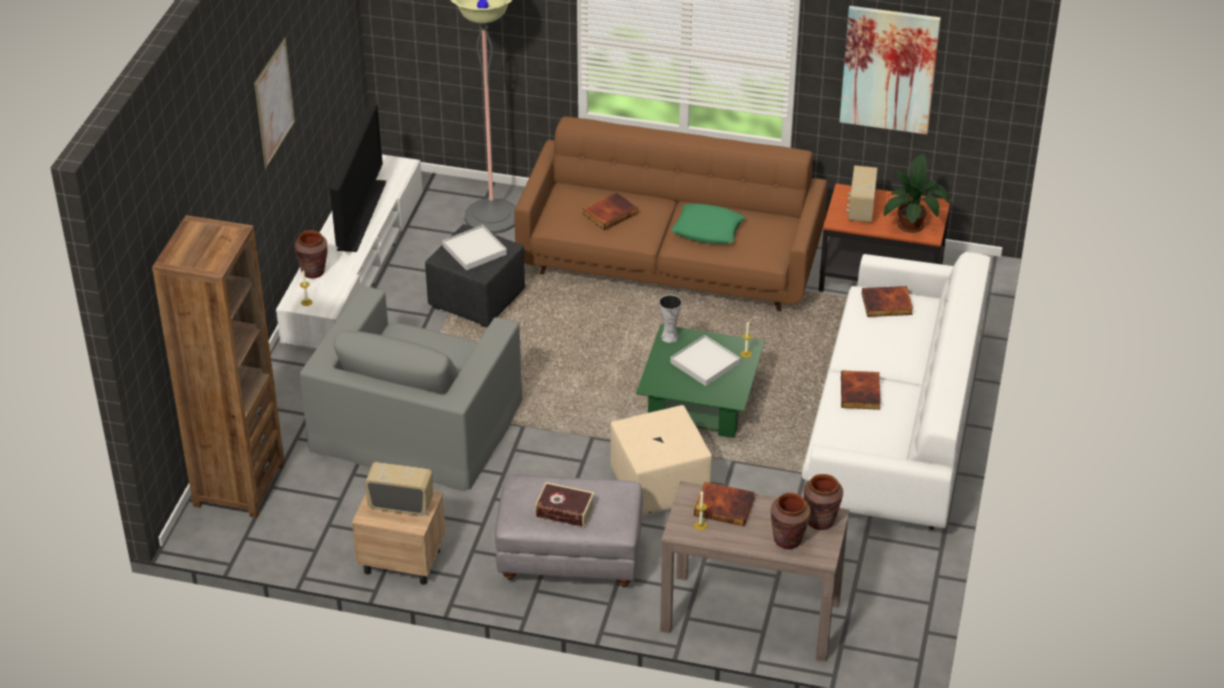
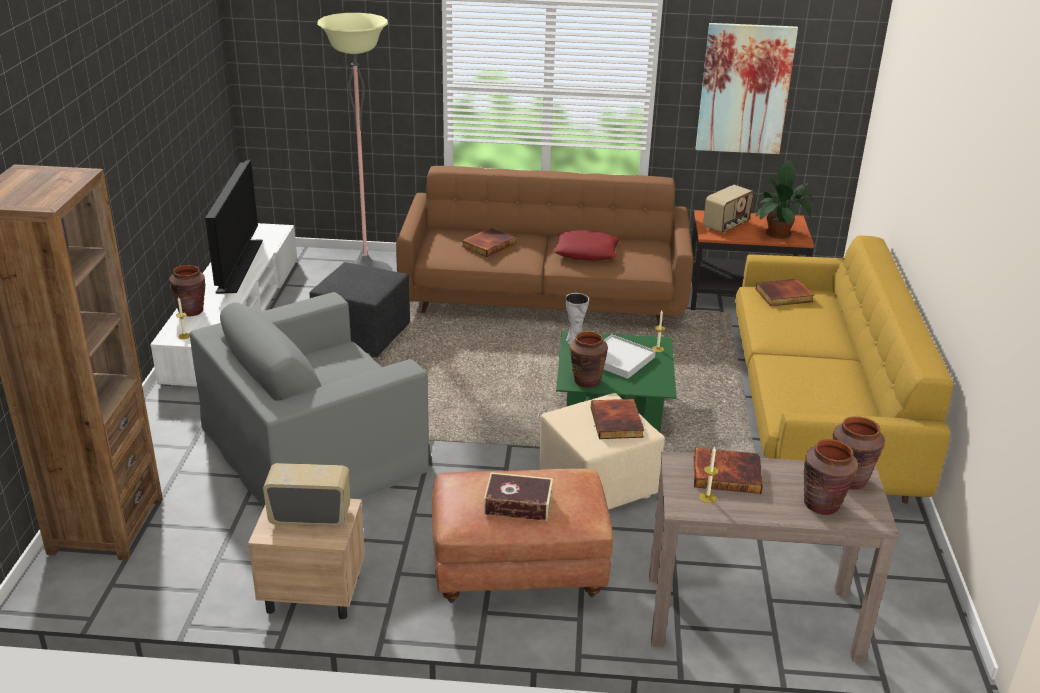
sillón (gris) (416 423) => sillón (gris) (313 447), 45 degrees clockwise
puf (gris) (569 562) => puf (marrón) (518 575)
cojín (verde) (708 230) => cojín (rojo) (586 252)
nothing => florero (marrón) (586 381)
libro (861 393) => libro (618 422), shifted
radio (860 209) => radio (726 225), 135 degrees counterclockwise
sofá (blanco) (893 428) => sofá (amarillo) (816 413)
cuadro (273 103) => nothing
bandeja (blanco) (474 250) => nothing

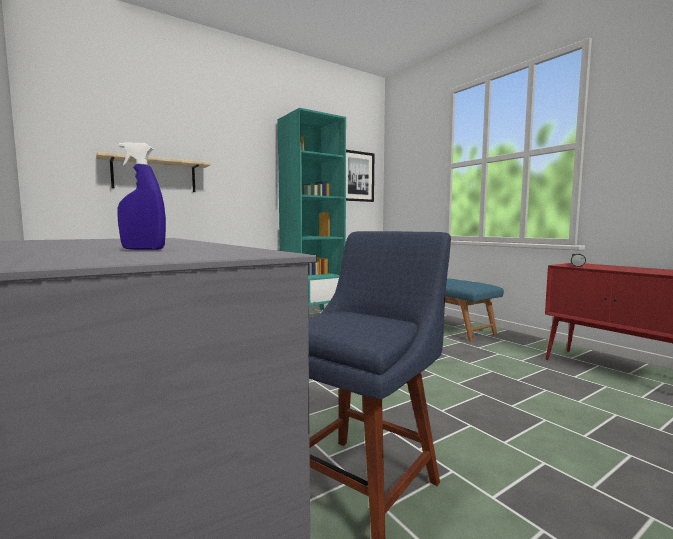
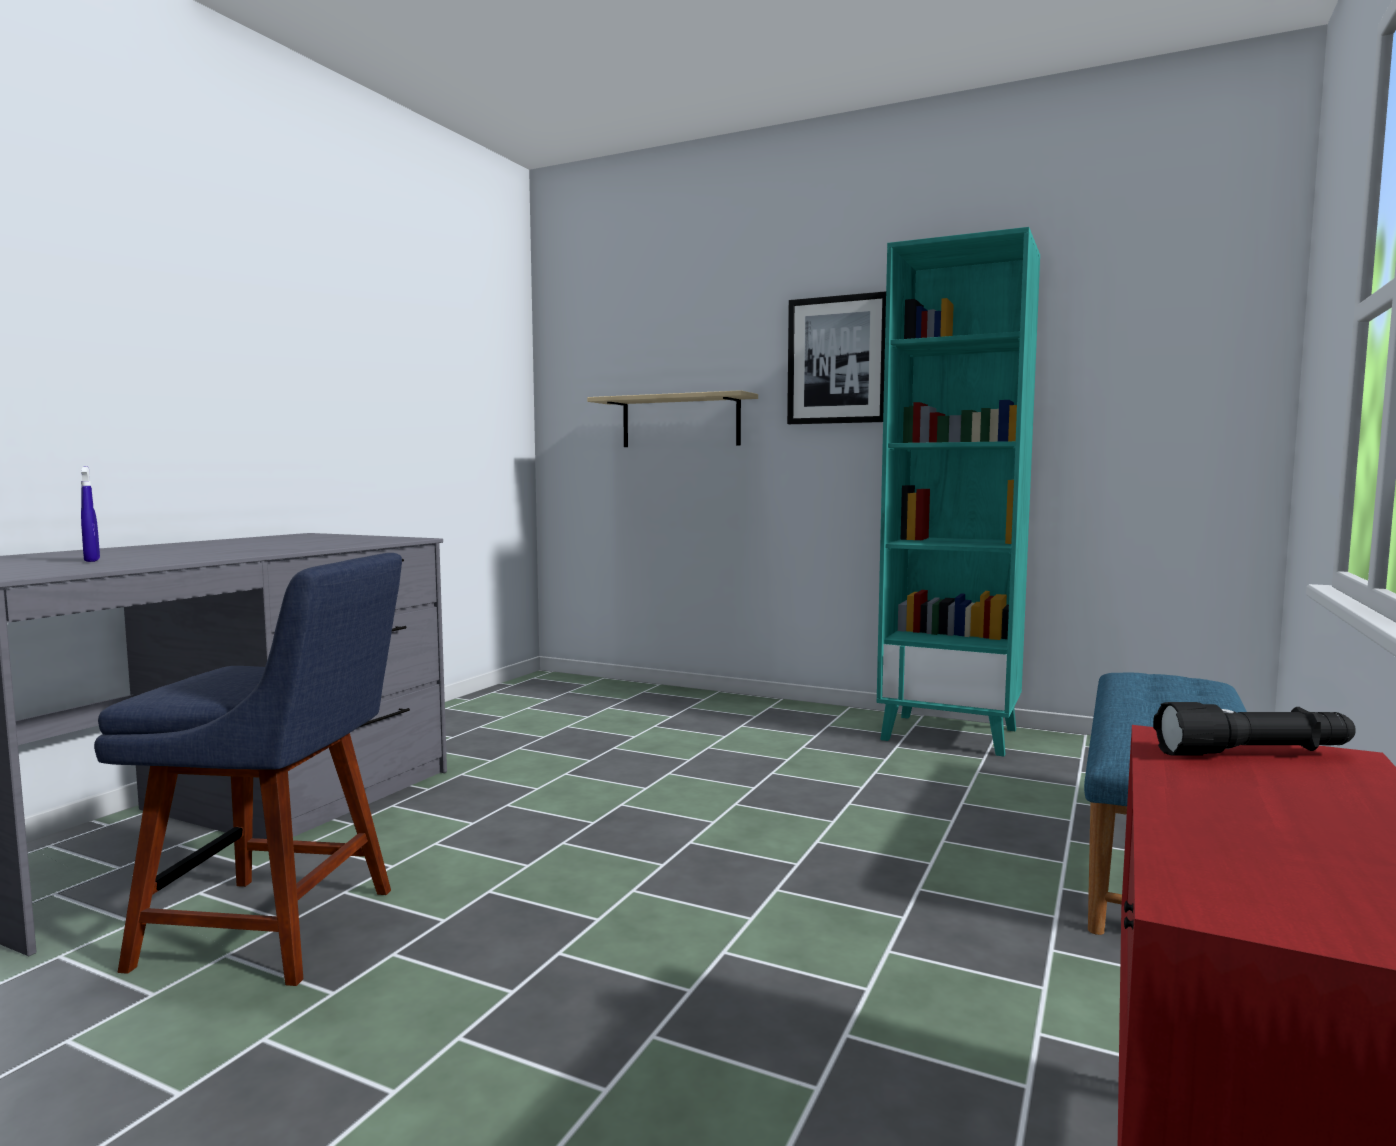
cuadro (357 176) => cuadro (837 360), shifted

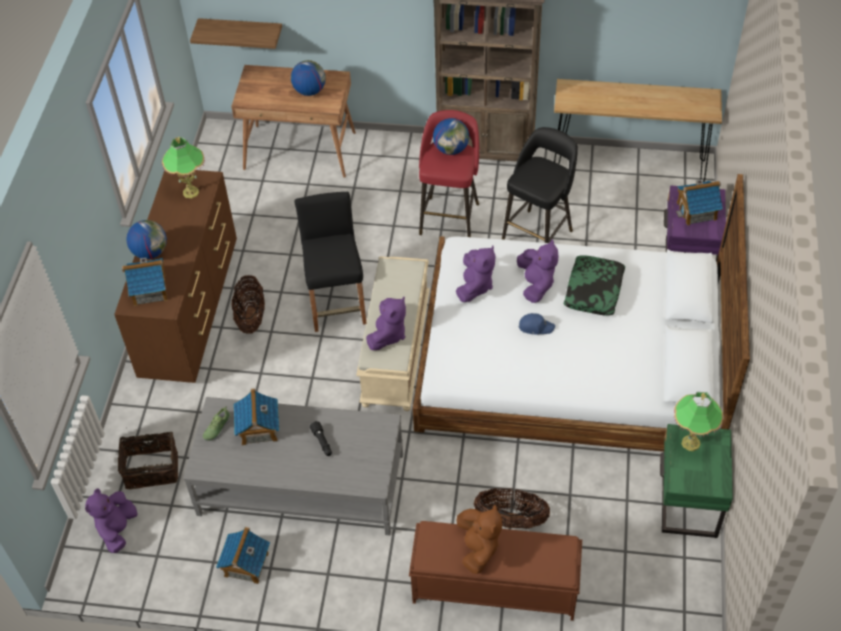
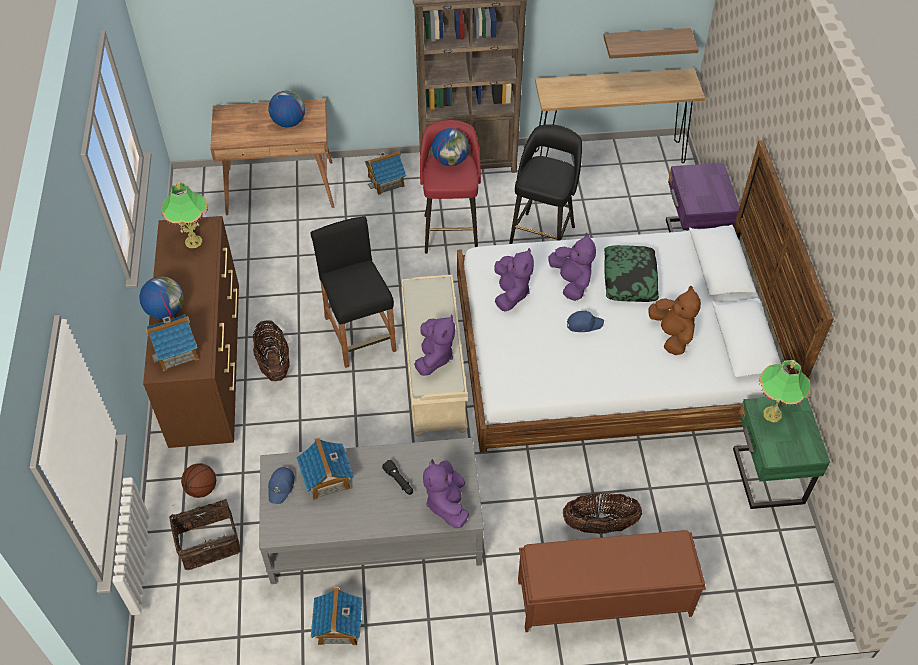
nothing => balón de baloncesto (202 488)
zapato (217 428) => gorra (azul) (281 487)
casita (697 211) => casita (386 181), shifted
peluche (morado) (117 529) => peluche (morado) (447 503), shifted
estante (241 31) => estante (645 42), shifted
peluche (marrón) (478 548) => peluche (marrón) (671 335), shifted

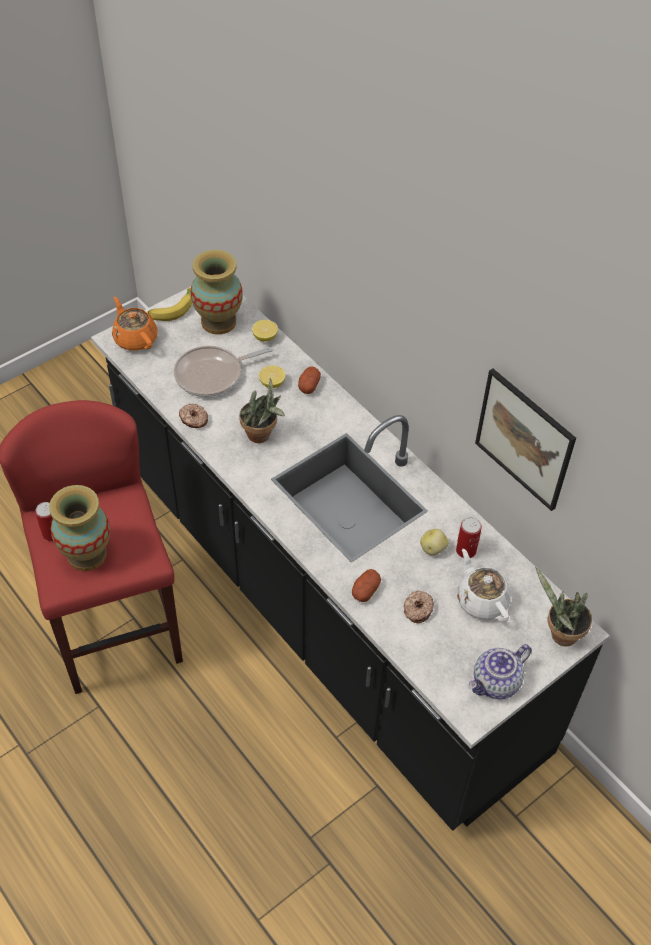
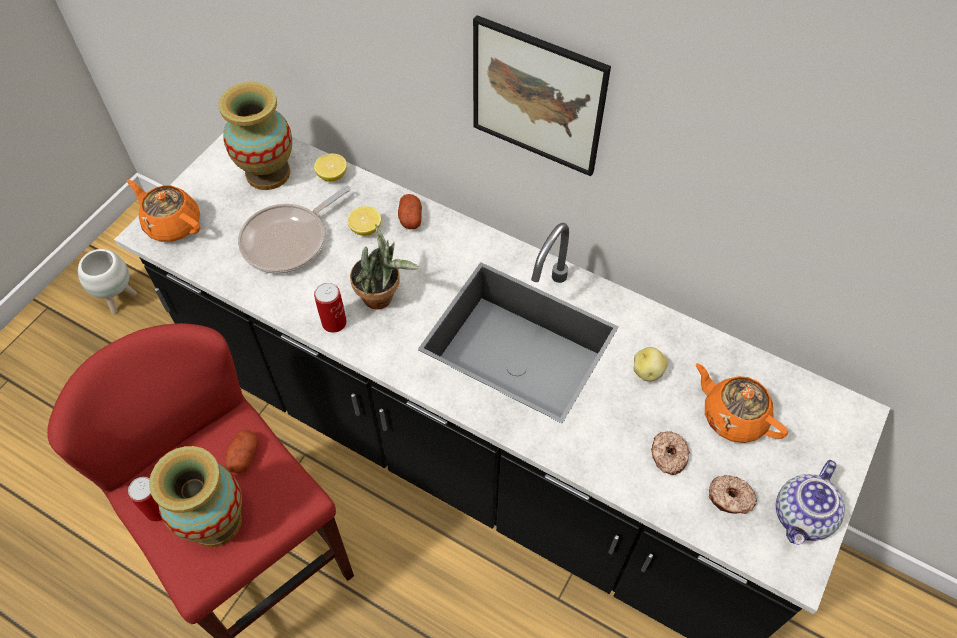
nothing => maceta (blanco) (119 299)
patata (365 590) => patata (243 456), shifted
lata (466 550) => lata (334 322), shifted
cuadro (524 439) => cuadro (537 97), shifted
tetera (blanco) (481 600) => tetera (naranja) (732 416)
rosquilla (194 419) => rosquilla (730 498), shifted
plátano (172 309) => nothing
planta en maceta (559 634) => nothing

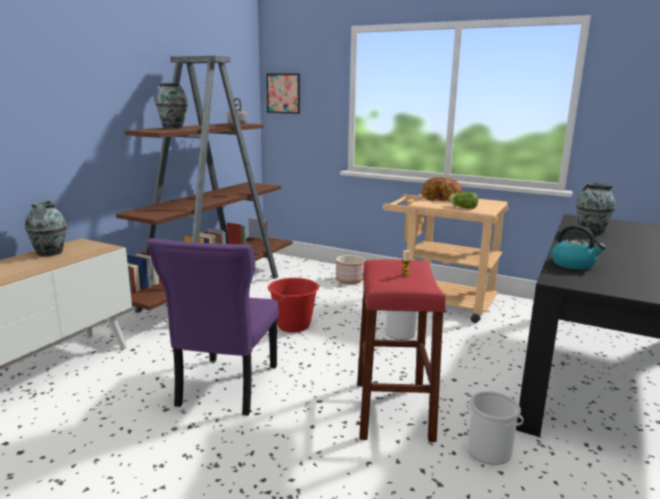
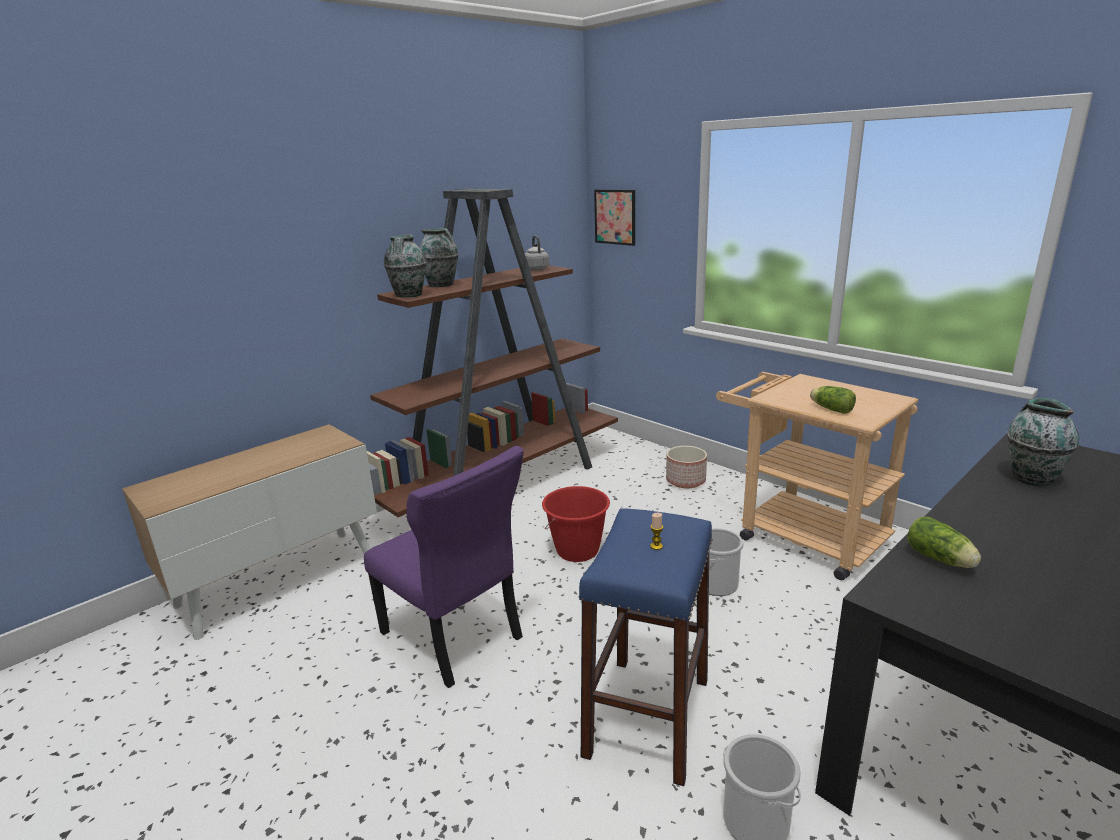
silla (morado) (226 388) => silla (morado) (454 638), 75 degrees counterclockwise
florero (50 253) => florero (409 295), shifted
taburete (rojo) (393 410) => taburete (azul) (647 717)
hervidor (573 264) => lechuga (941 560)
pan (442 198) => nothing

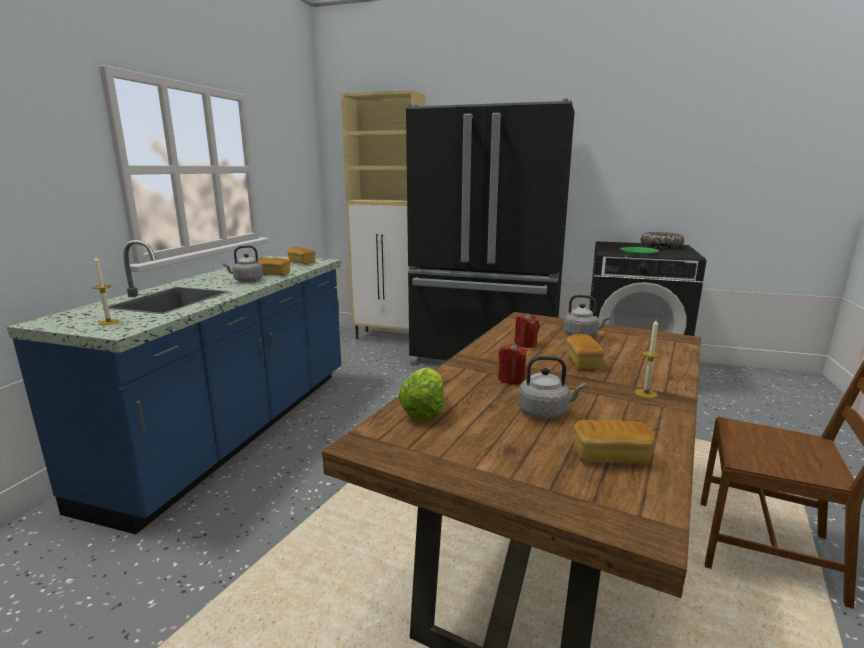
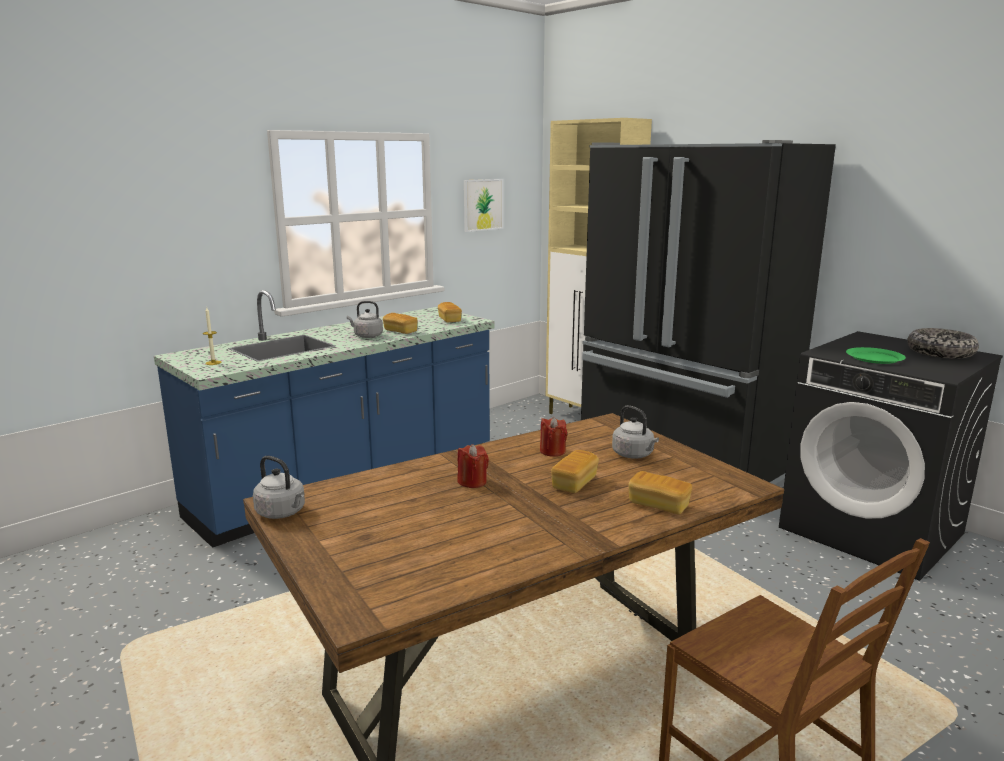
hervidor (gris) (545 412) => hervidor (gris) (282 513), shifted
nothing => cuadro (483 205)
pan (610 457) => pan (658 505), shifted
lechuga (423 411) => nothing
vela (645 393) => nothing

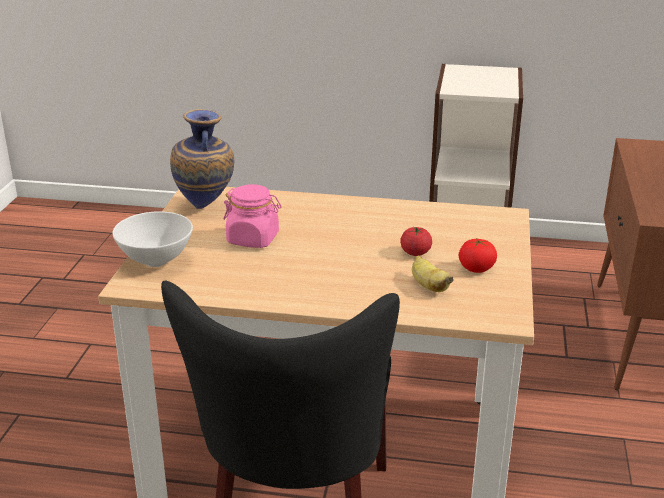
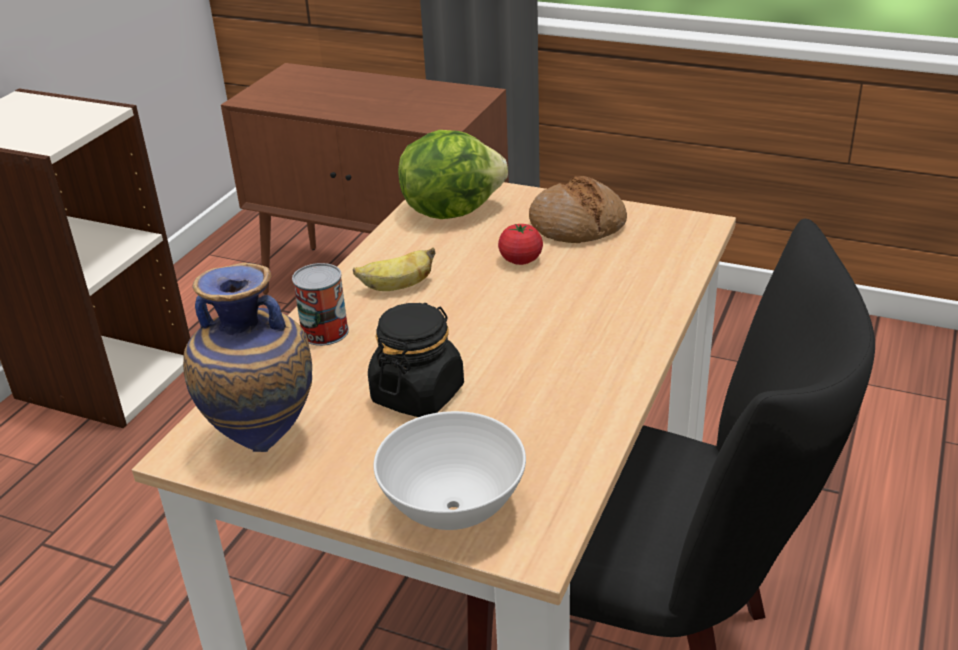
nothing => lata (325 332)
plátano (428 286) => plátano (397 287), shifted
tarro (rosa) (253 239) => tarro (negro) (418 394)
nothing => lechuga (451 210)
tomate (476 268) => pan (577 225)

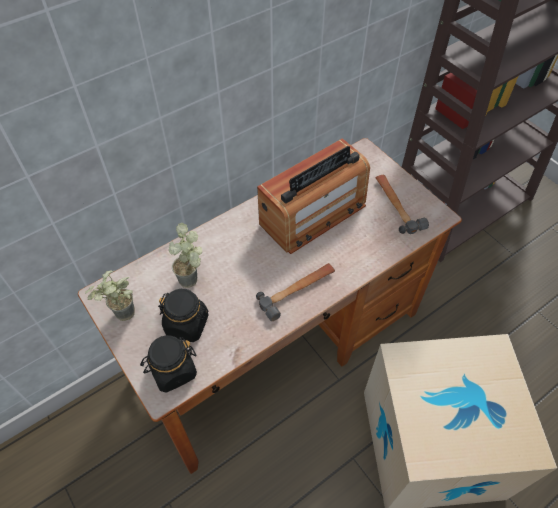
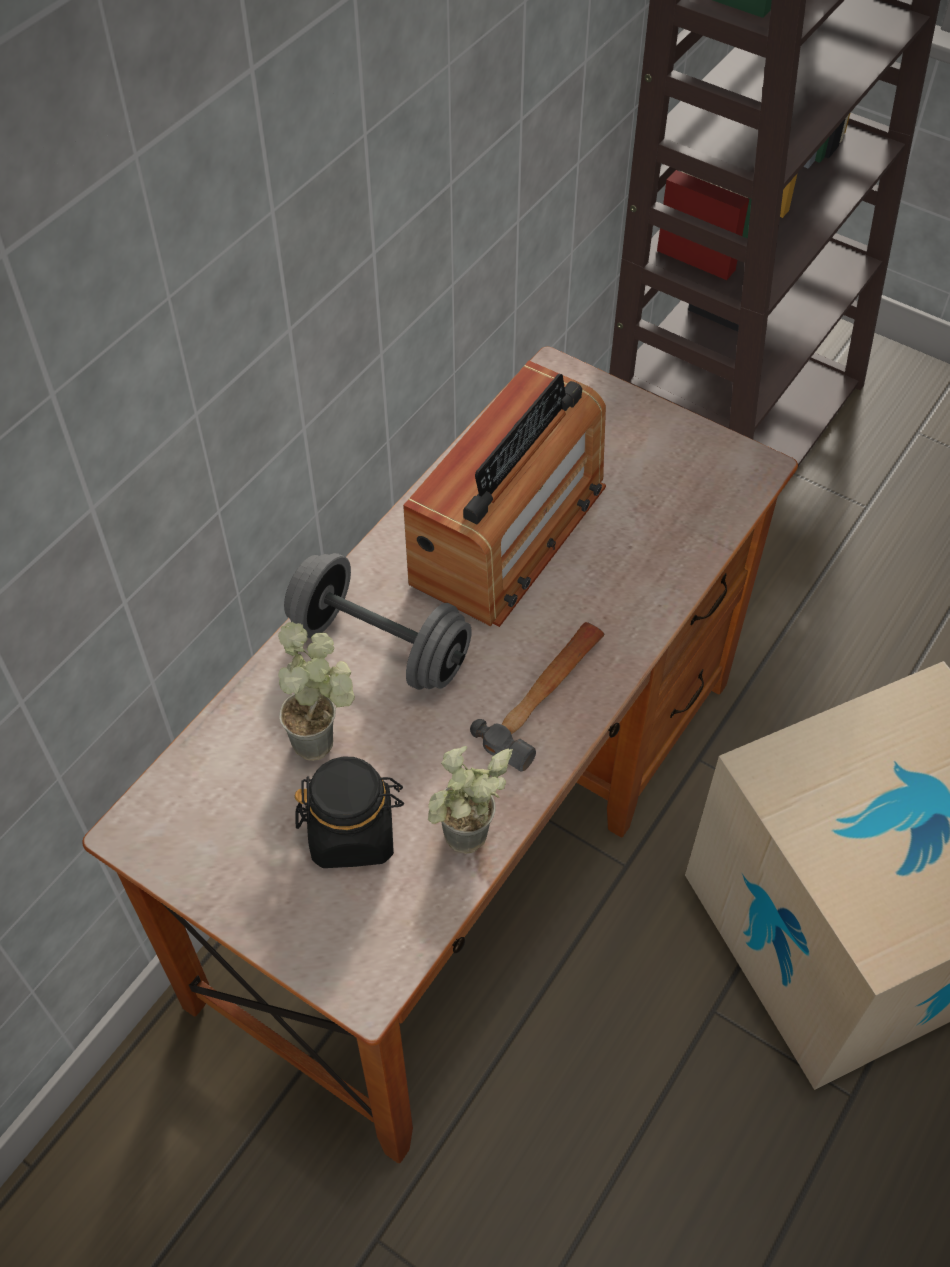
nothing => mancuerna (gris) (380 646)
planta en maceta (122 318) => planta en maceta (465 848), shifted
tarro (negro) (173 371) => nothing
martillo (396 205) => nothing

